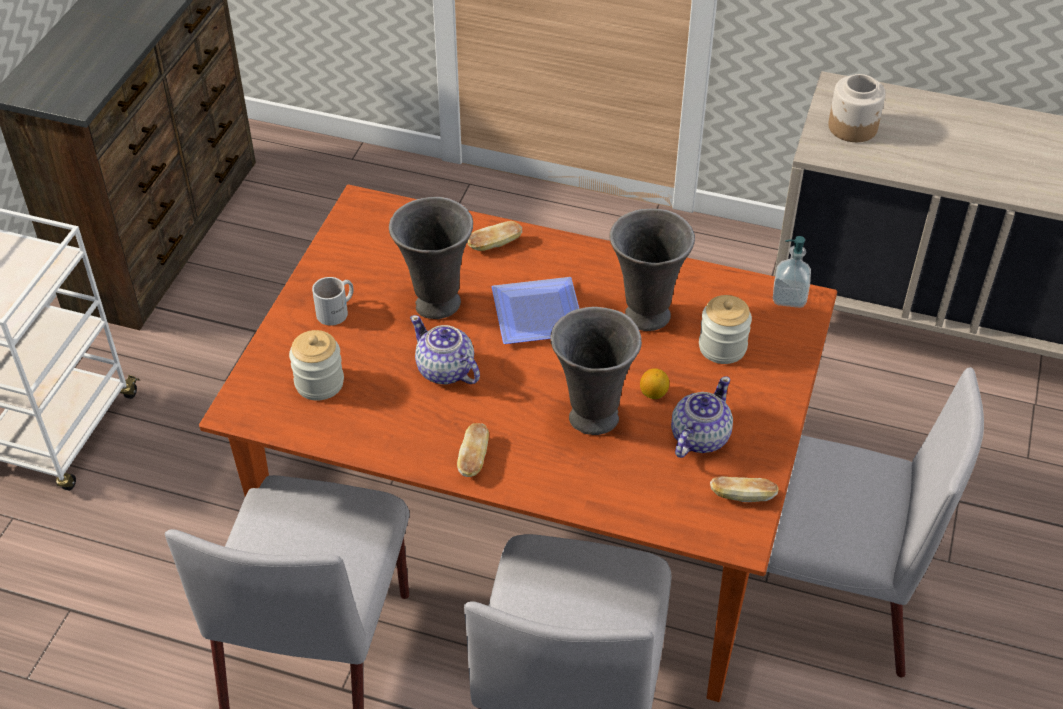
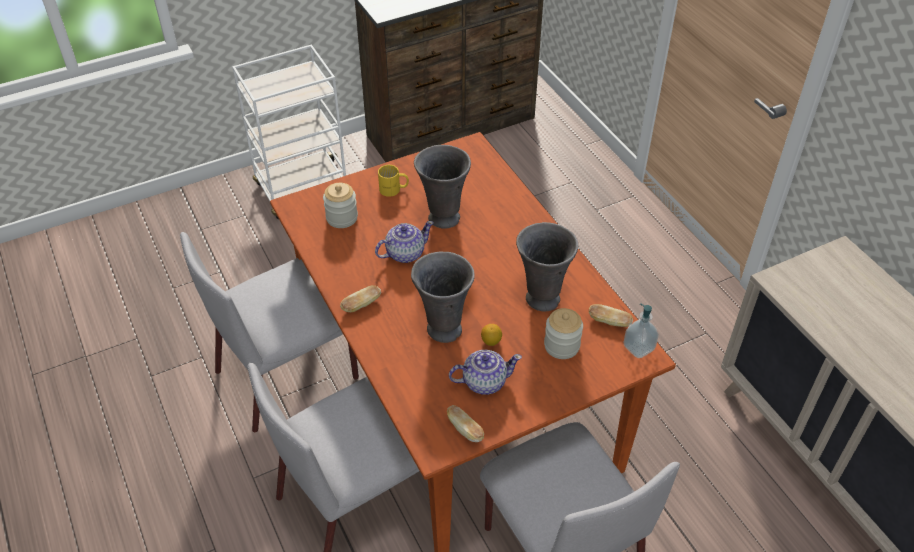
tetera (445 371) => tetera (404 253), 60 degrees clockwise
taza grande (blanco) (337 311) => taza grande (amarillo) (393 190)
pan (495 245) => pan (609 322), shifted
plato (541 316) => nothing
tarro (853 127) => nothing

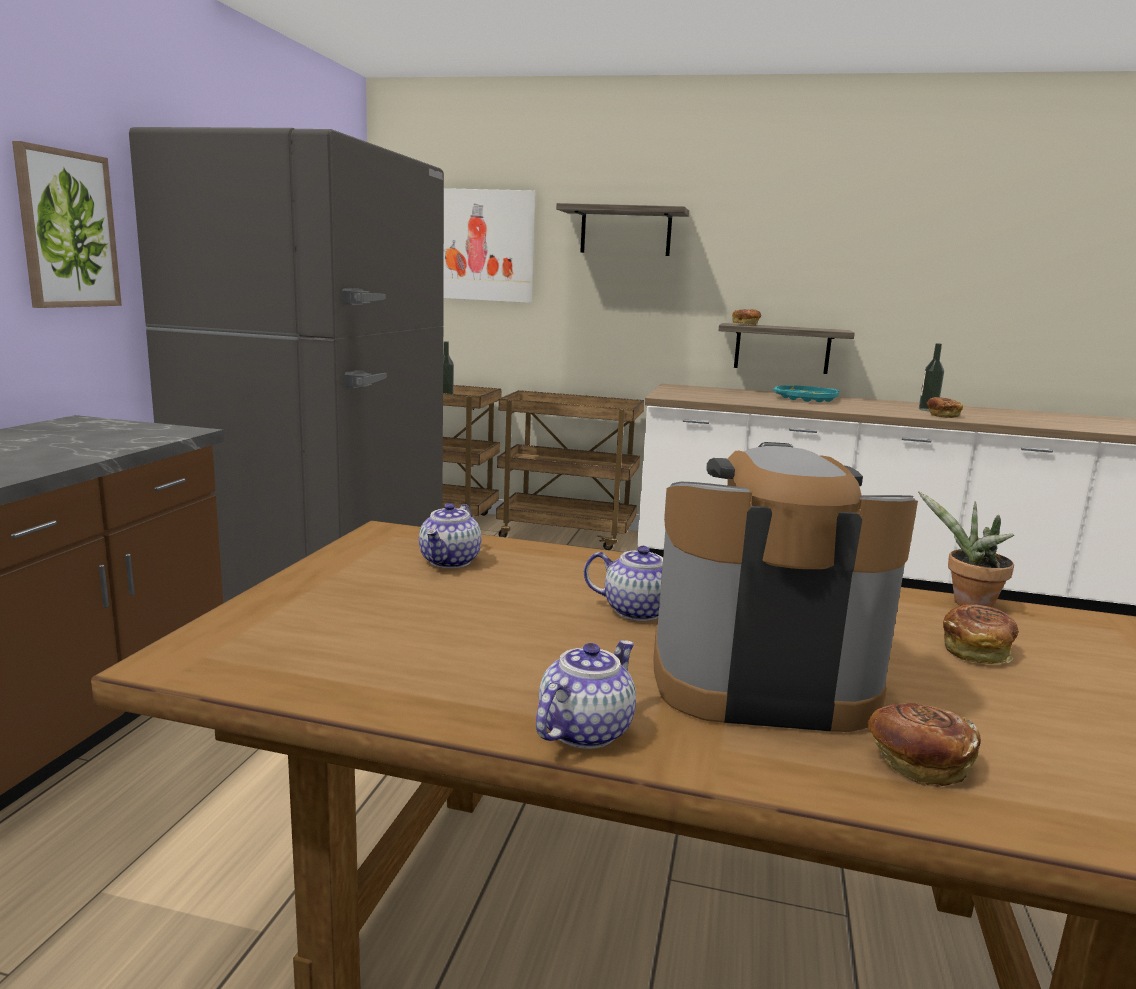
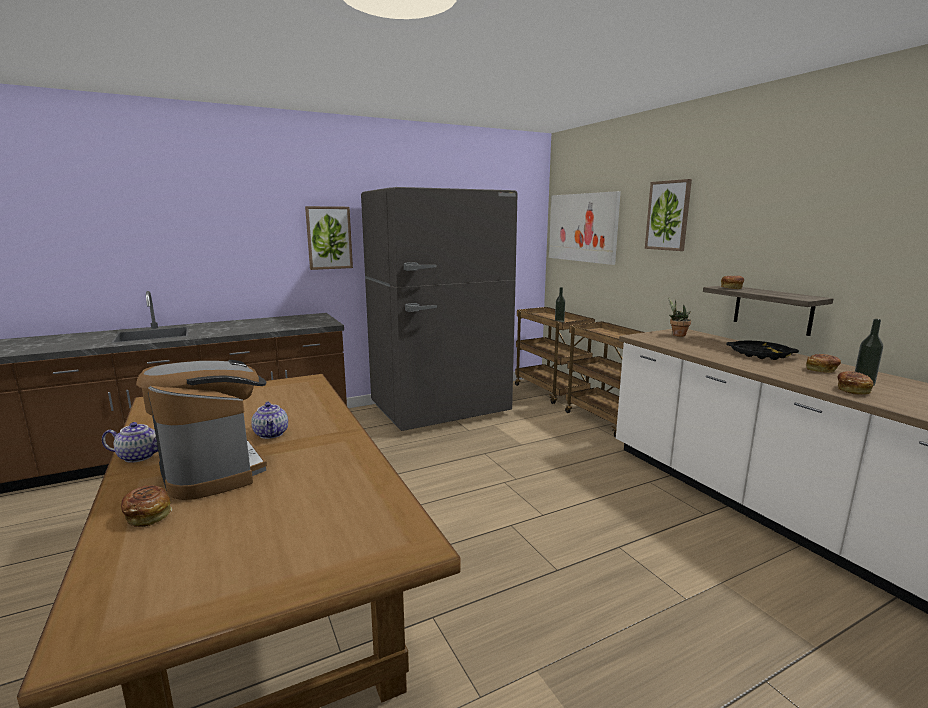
estante (625 231) => cuadro (668 215)
planta en maceta (967 603) => planta en maceta (677 335), shifted
bandeja (turquesa) (805 399) => bandeja (negro) (760 354)
pan (977 651) => pan (821 370), shifted
tetera (450 561) => nothing

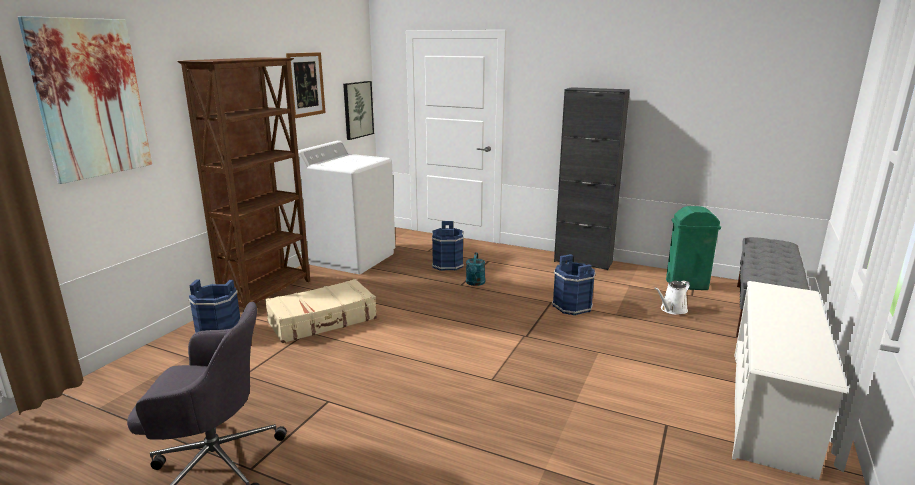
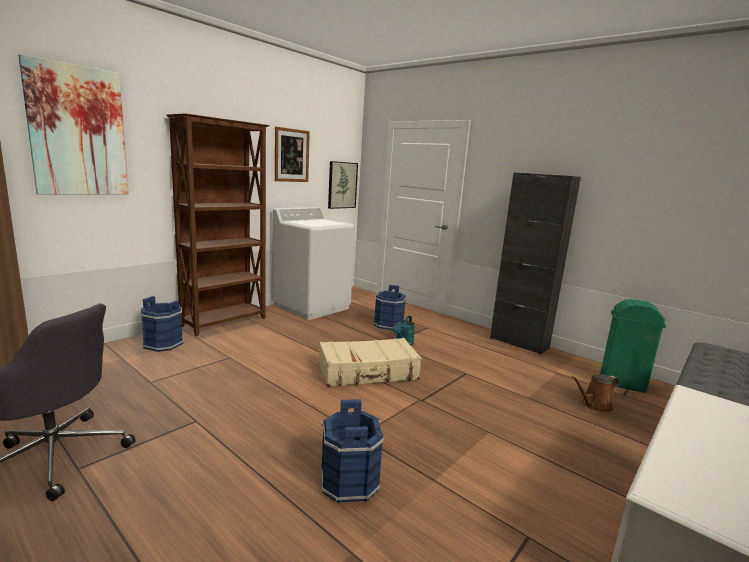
maleta (beis) (323 321) => maleta (beis) (368 372), shifted
cubo (azul) (571 306) => cubo (azul) (349 482), shifted
regadera (blanco) (672 310) => regadera (marrón) (594 405)

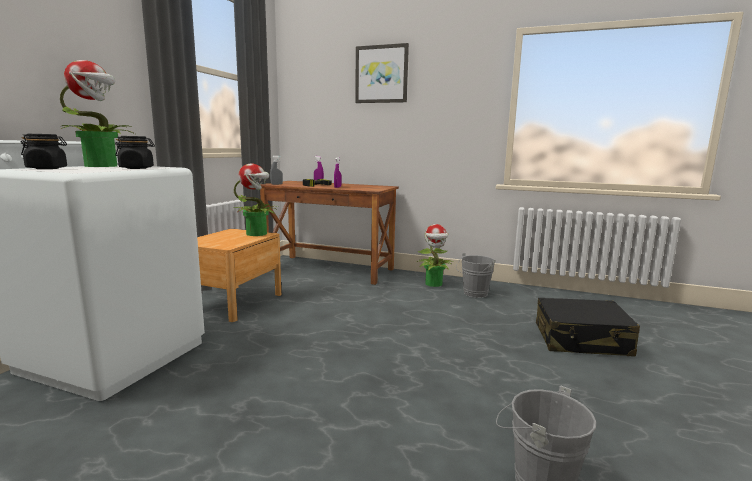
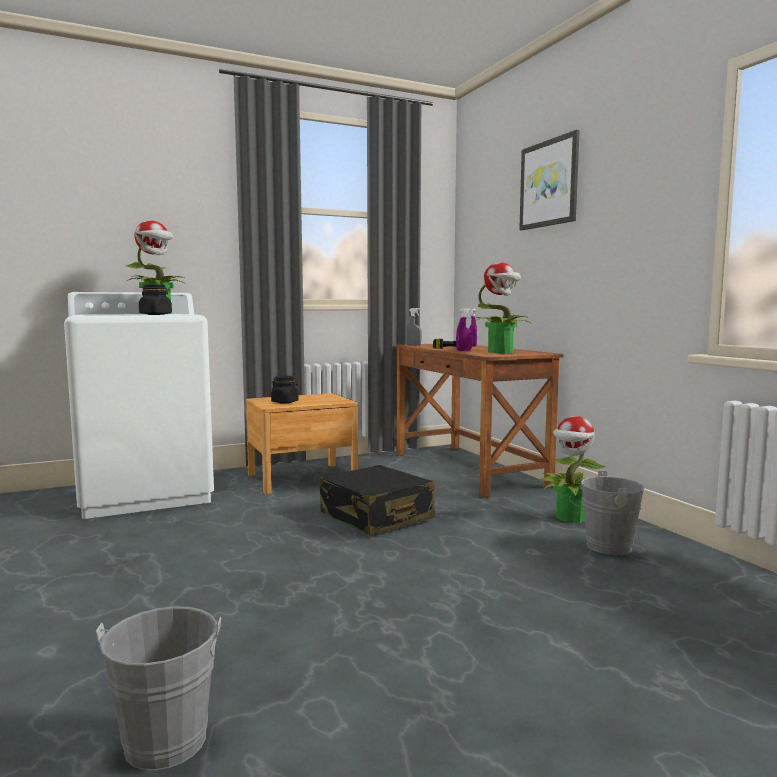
tarro (negro) (47 168) => tarro (negro) (285 402), shifted
maleta (negro) (581 340) => maleta (negro) (376 516), shifted
planta en maceta (257 234) => planta en maceta (501 352), shifted

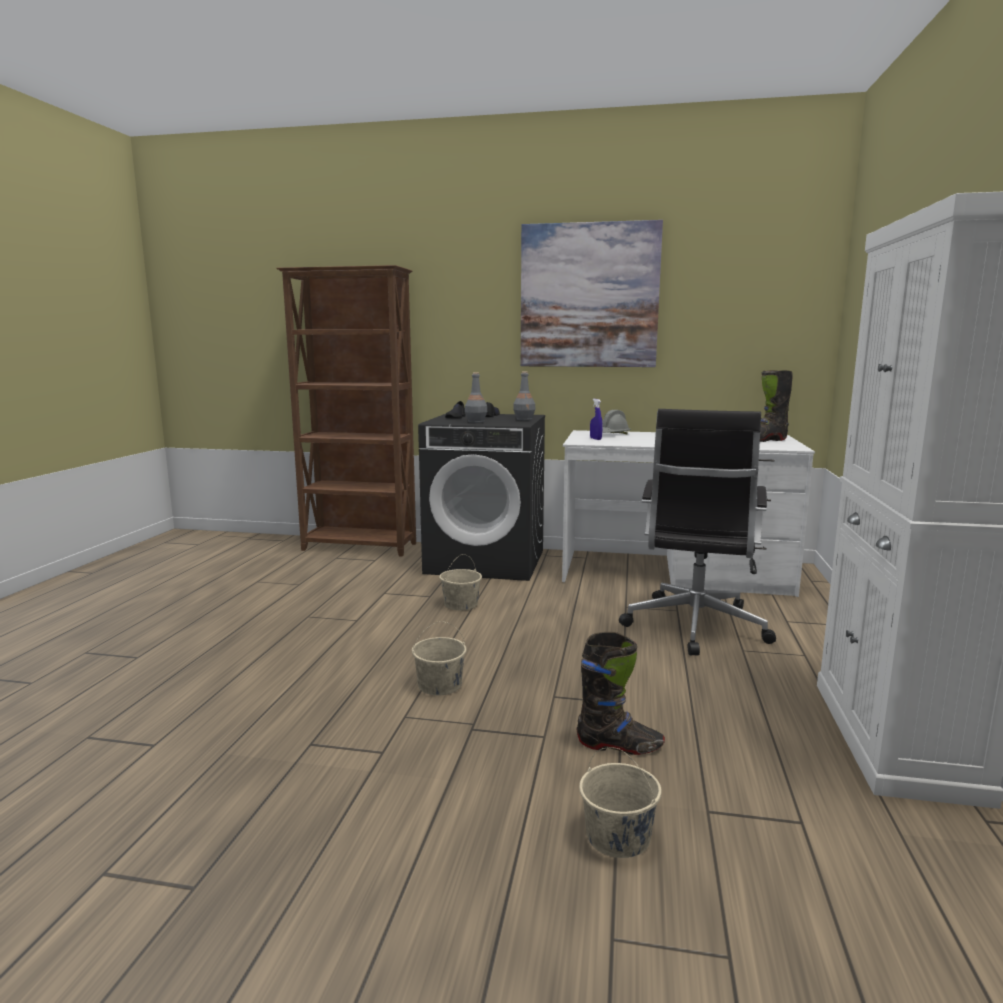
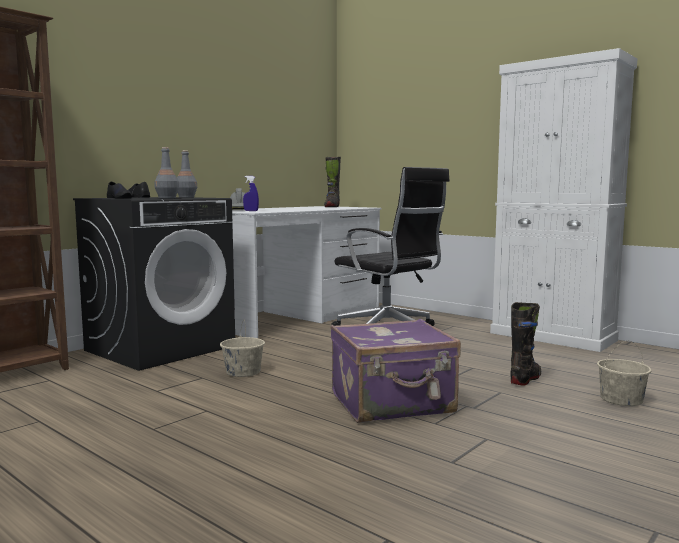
cubo (beis) (440 685) => maleta (morado) (393 404)
cuadro (589 296) => nothing

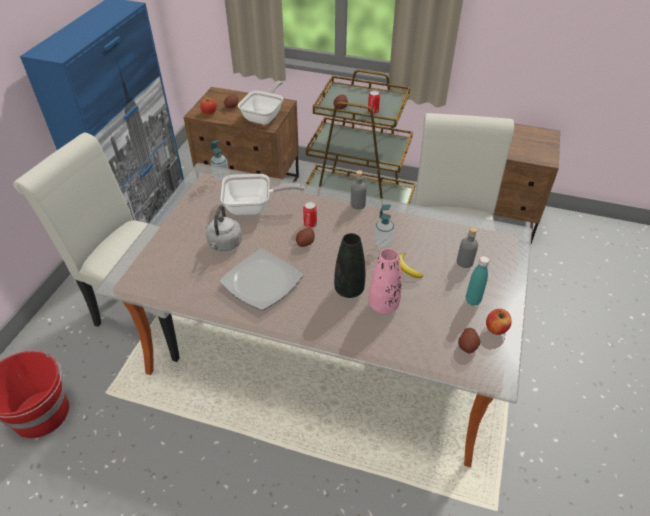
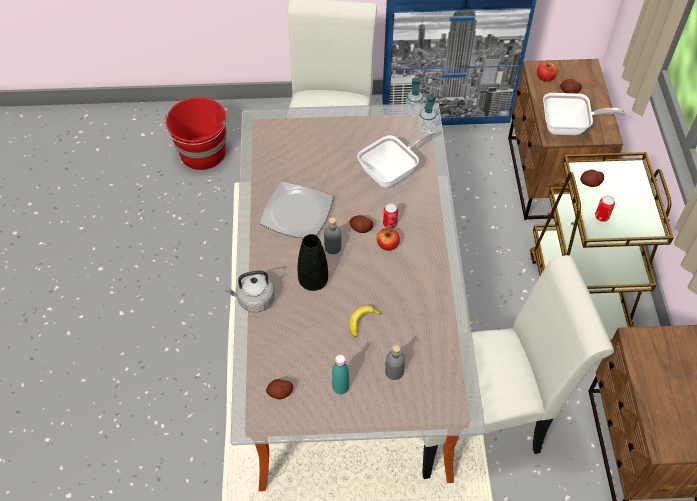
hervidor (gris) (224 244) => hervidor (gris) (254 300), shifted
botella (gris) (357 204) => botella (gris) (333 247), shifted
sartén (254 207) => sartén (392 171), 105 degrees counterclockwise
manzana (496 328) => manzana (387 245), shifted
dispensador de jabón (383 242) => dispensador de jabón (413 111), shifted
florero (rosa) (383 305) => nothing

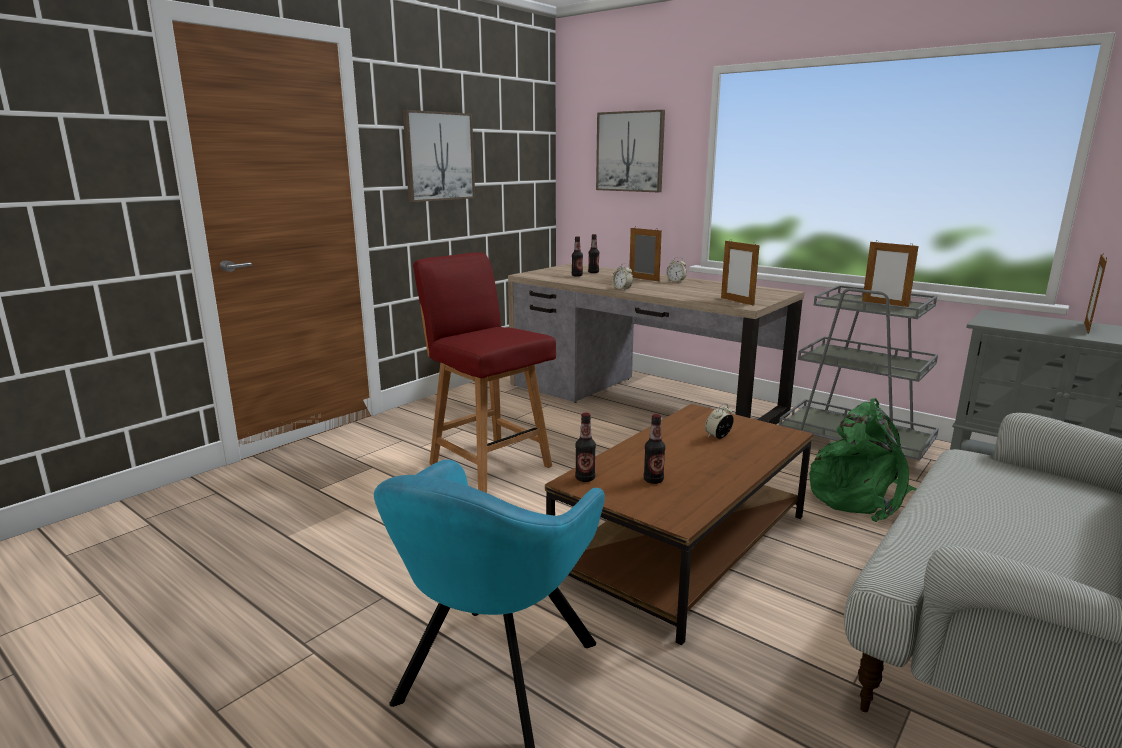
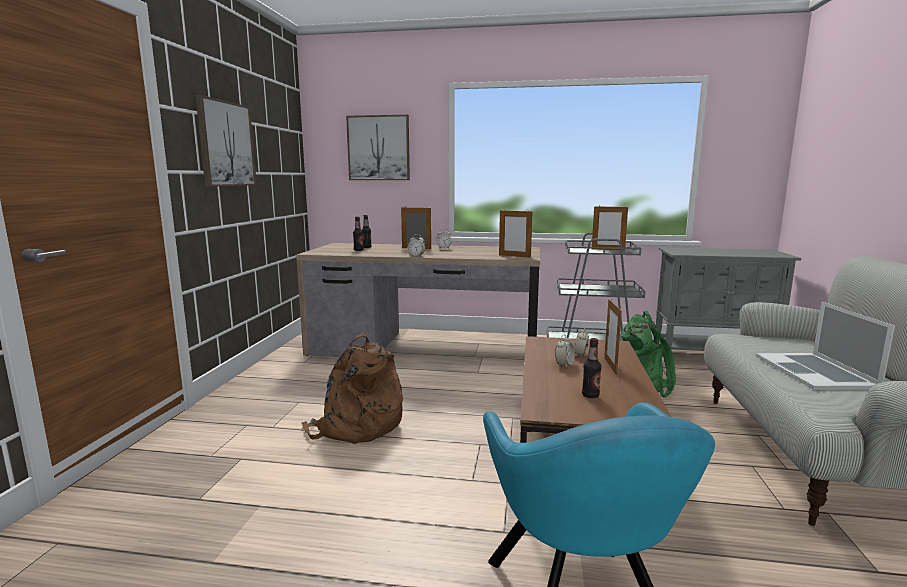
silla (rojo) (488 464) => mochila (marrón) (357 426)
nothing => despertador (564 364)
portarretratos (1086 328) => portarretratos (610 366), shifted
nothing => portátil (815 371)
botella (585 478) => nothing

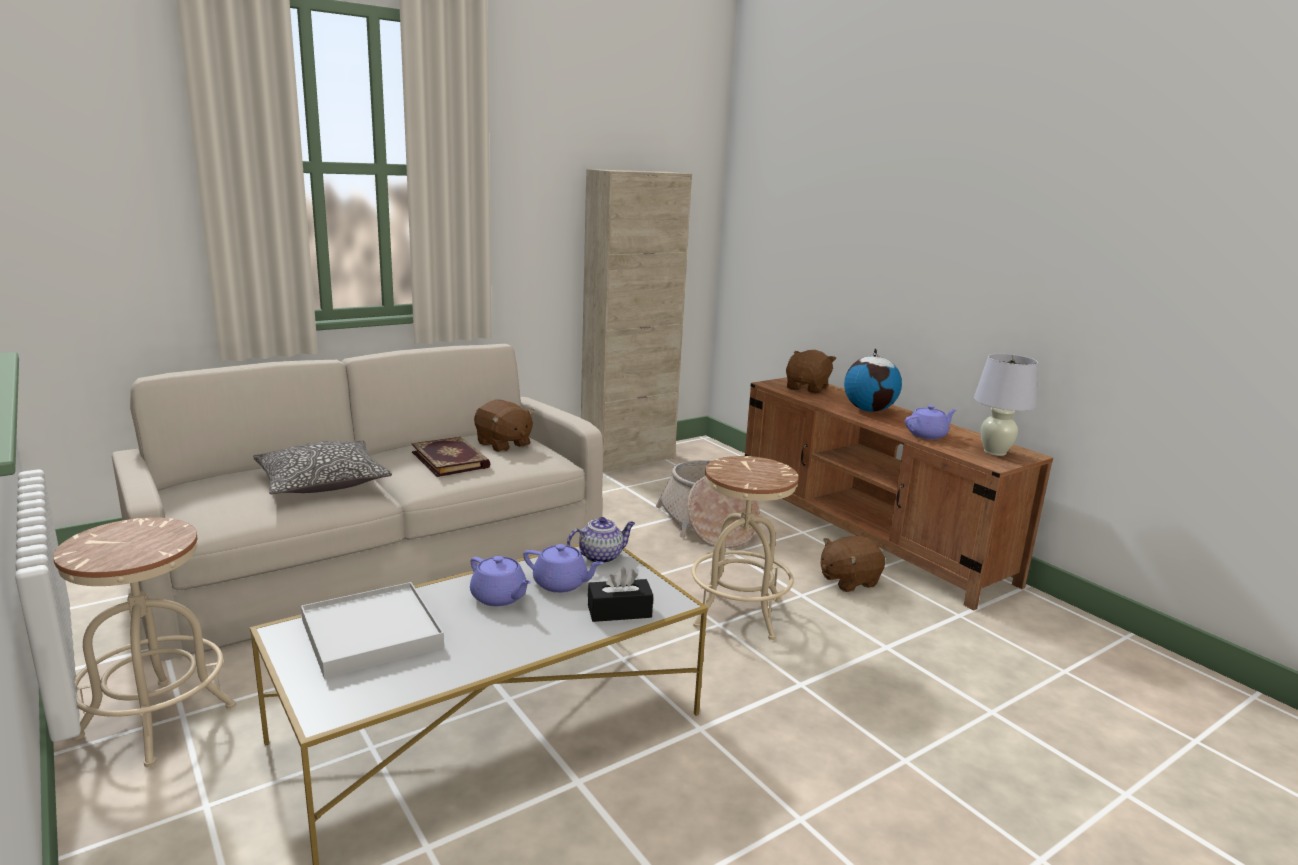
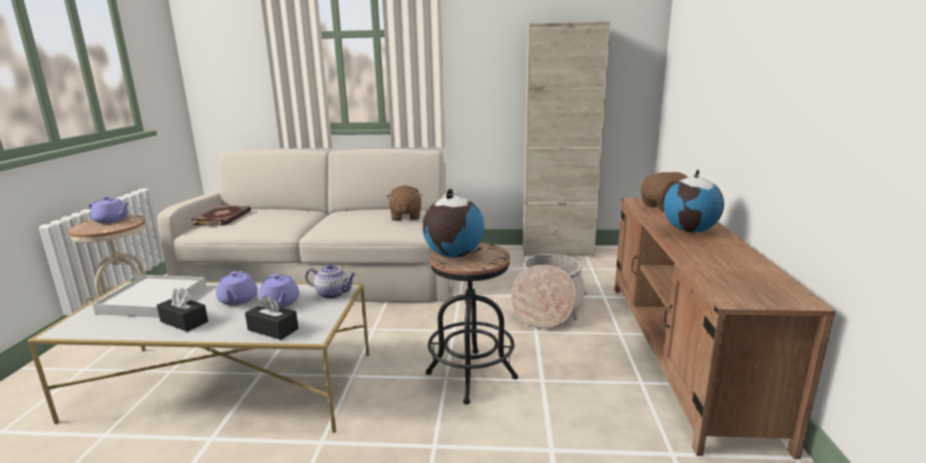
tetera (morado) (927 435) => tetera (morado) (112 220), shifted
nothing => caja de pañuelos (negro) (184 322)
libro (451 459) => libro (223 218), shifted
nothing => globo terráqueo (453 255)
taburete (beis) (738 613) => taburete (negro) (471 375)
cojín (322 482) => nothing
peluche (marrón) (848 580) => nothing
lámpara de mesa (blanco) (995 452) => nothing

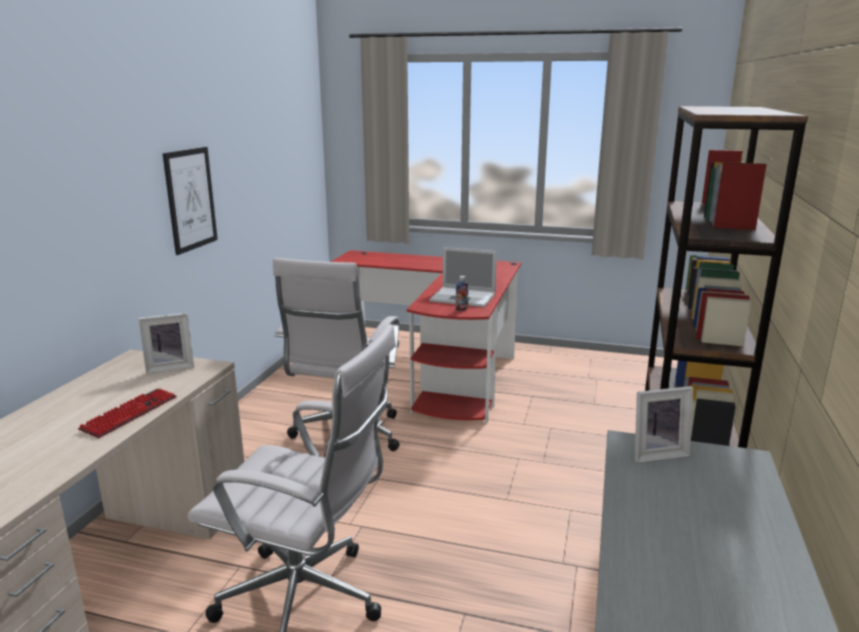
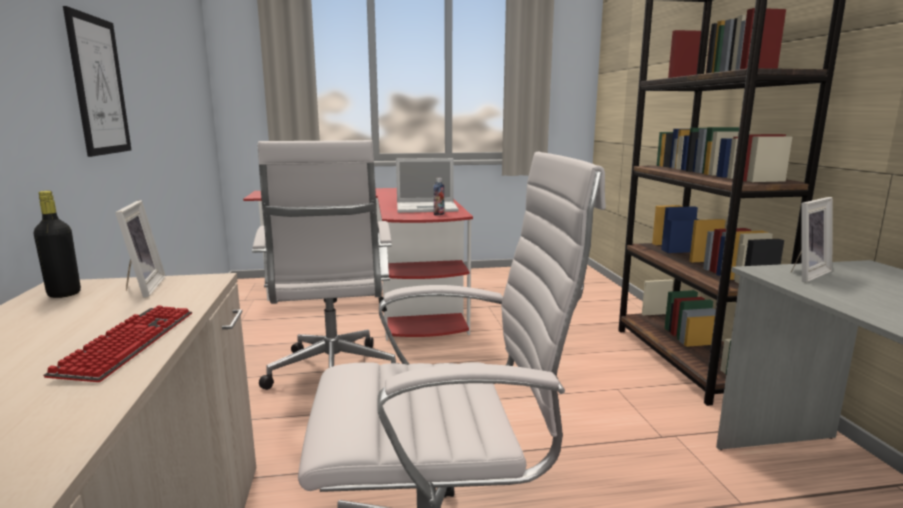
nothing => botella (negro) (64 294)
portarretratos (170 367) => portarretratos (140 288), 60 degrees counterclockwise

